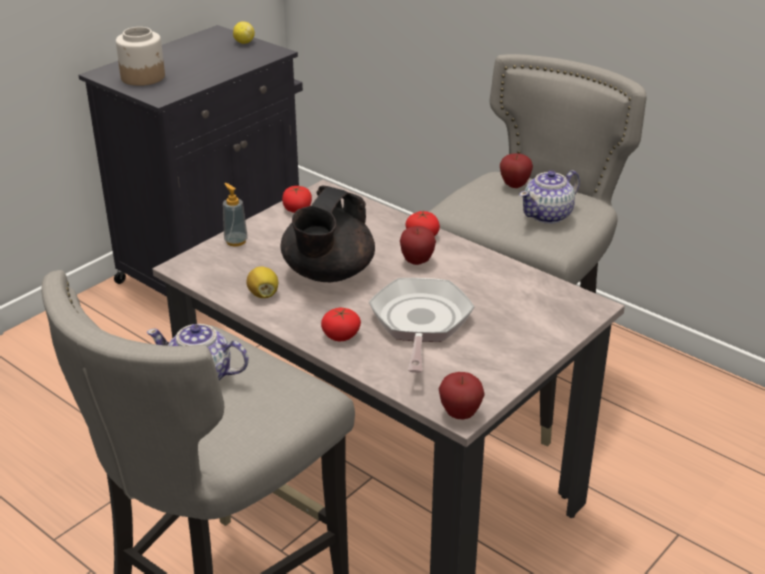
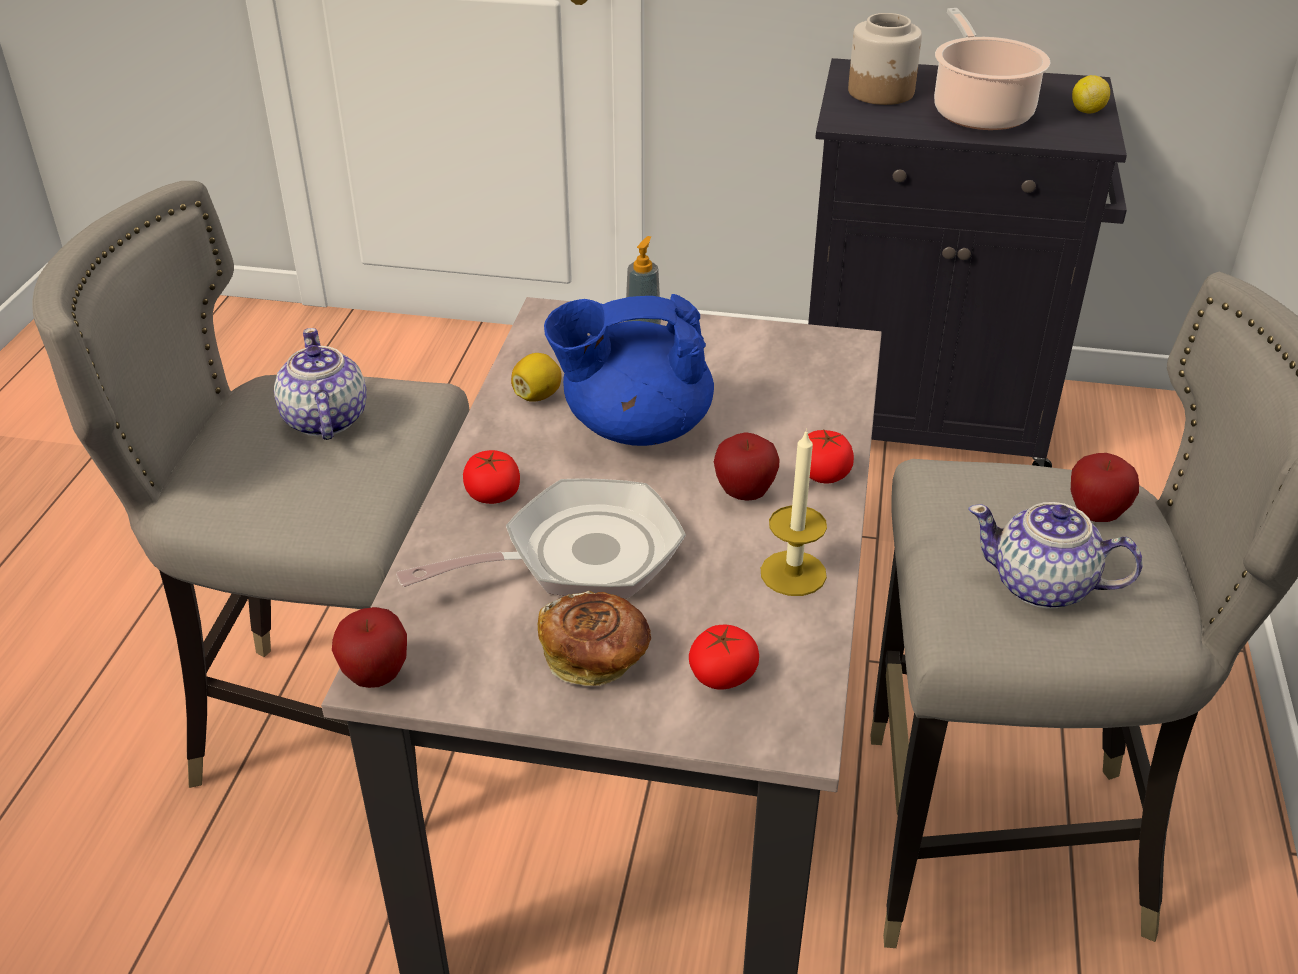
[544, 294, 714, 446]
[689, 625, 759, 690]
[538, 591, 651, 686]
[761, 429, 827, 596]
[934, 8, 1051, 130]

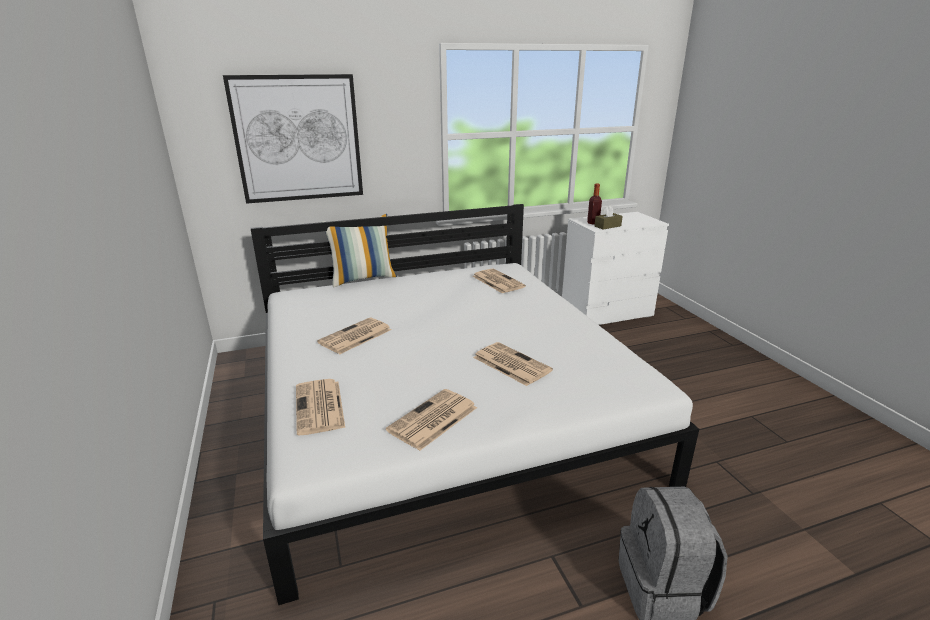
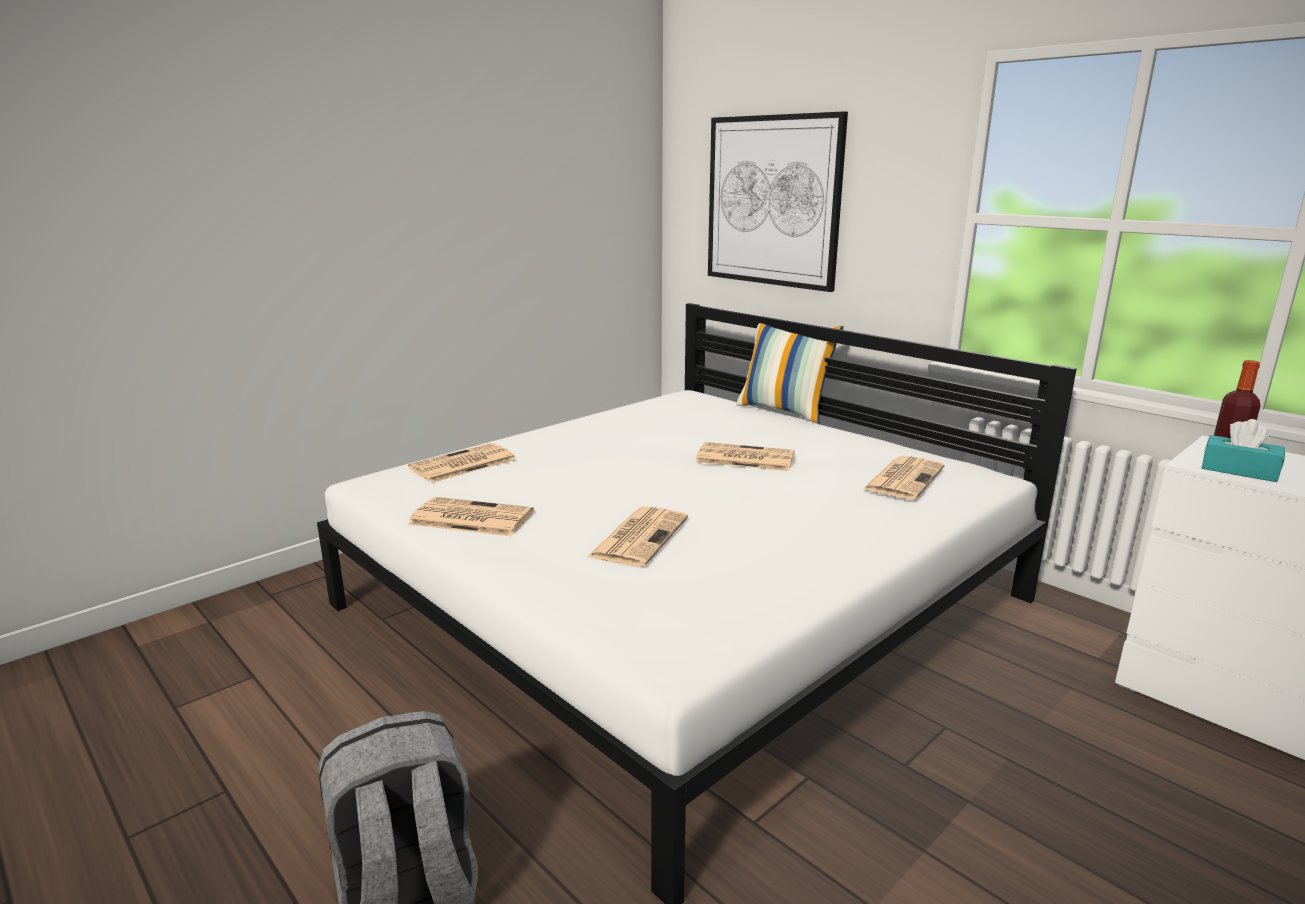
[695, 442, 795, 471]
[1202, 419, 1285, 482]

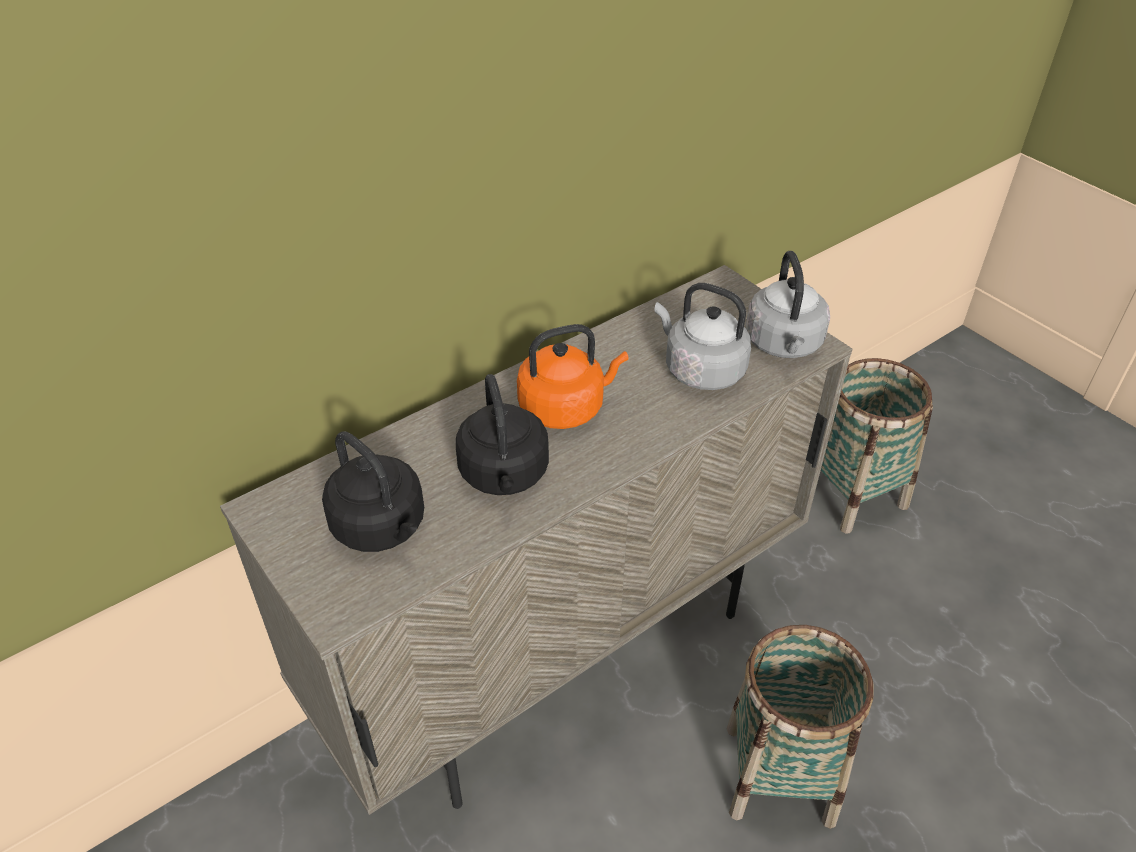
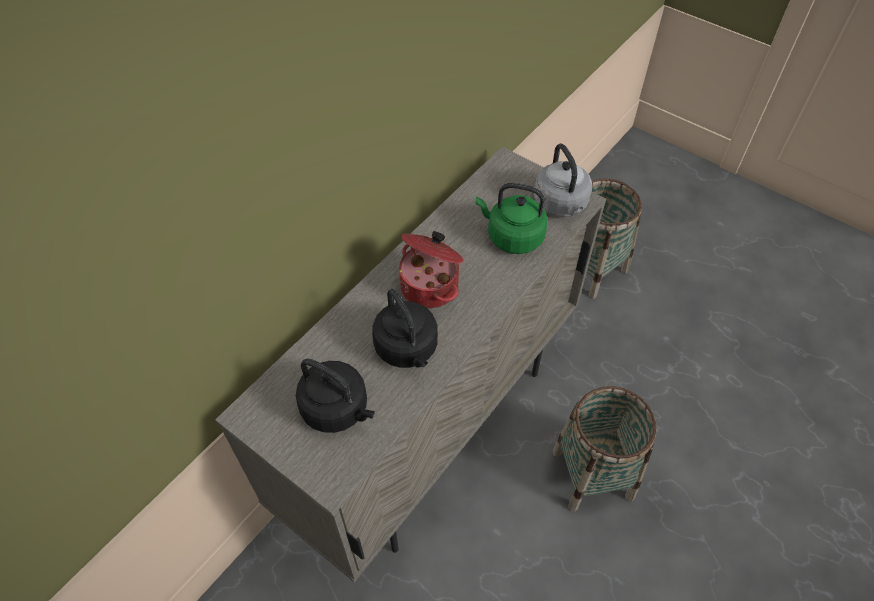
[399, 231, 464, 309]
[476, 183, 548, 254]

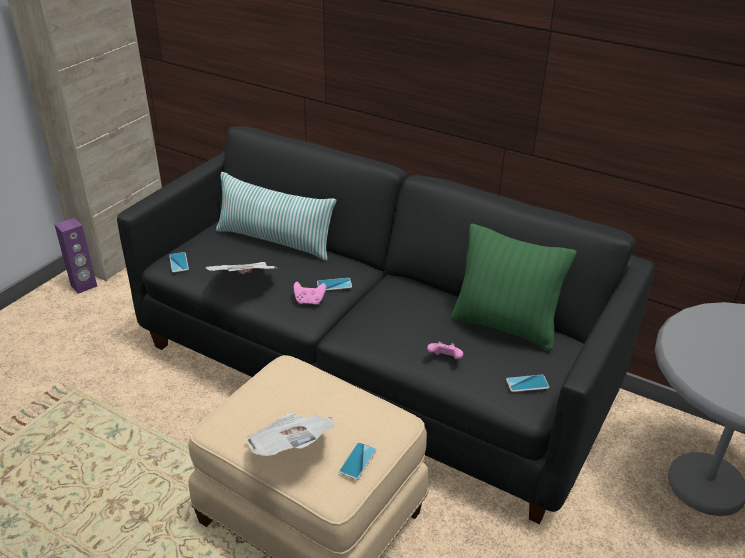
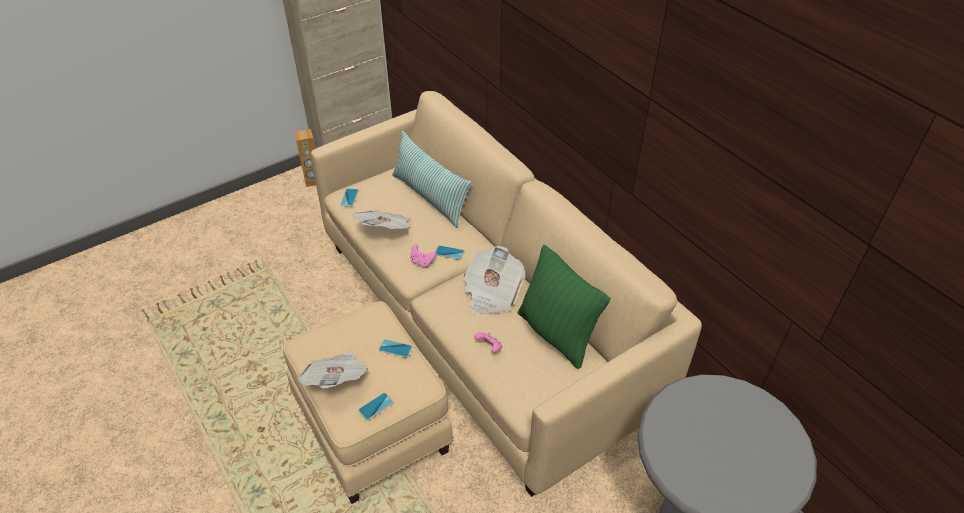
[295, 129, 316, 187]
[311, 91, 702, 497]
[379, 339, 412, 358]
[464, 246, 525, 315]

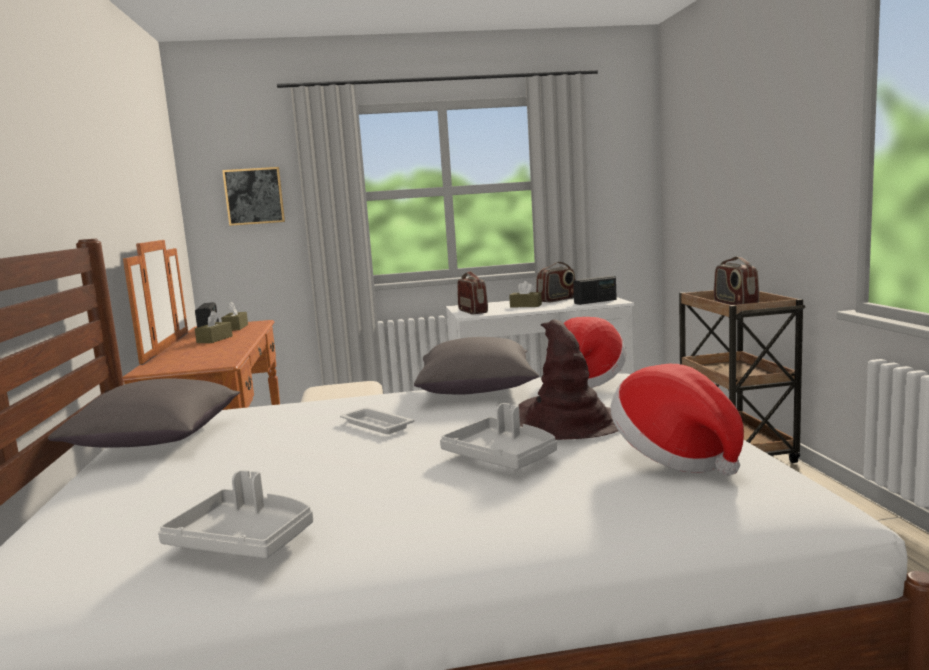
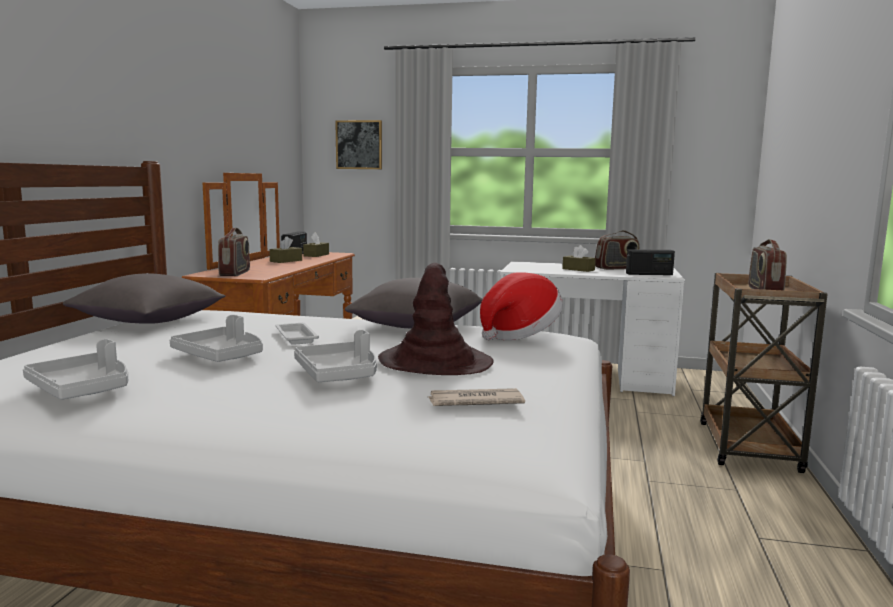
[218, 228, 250, 276]
[429, 388, 525, 406]
[170, 315, 263, 362]

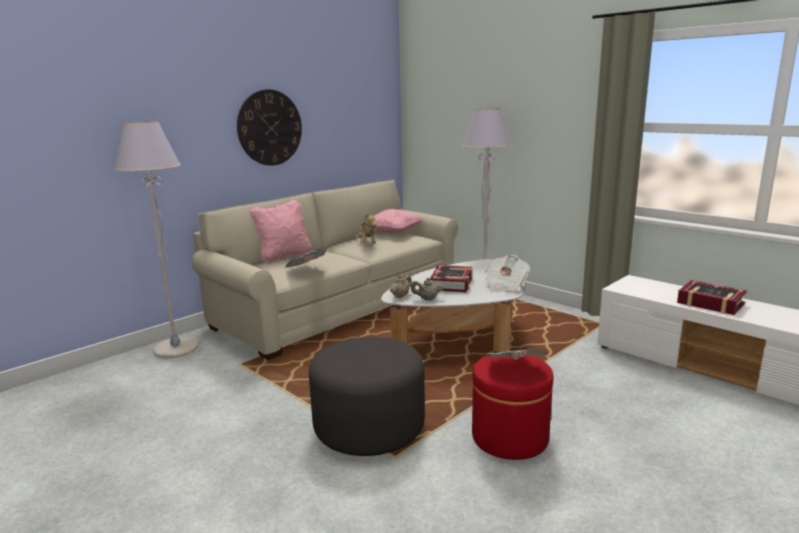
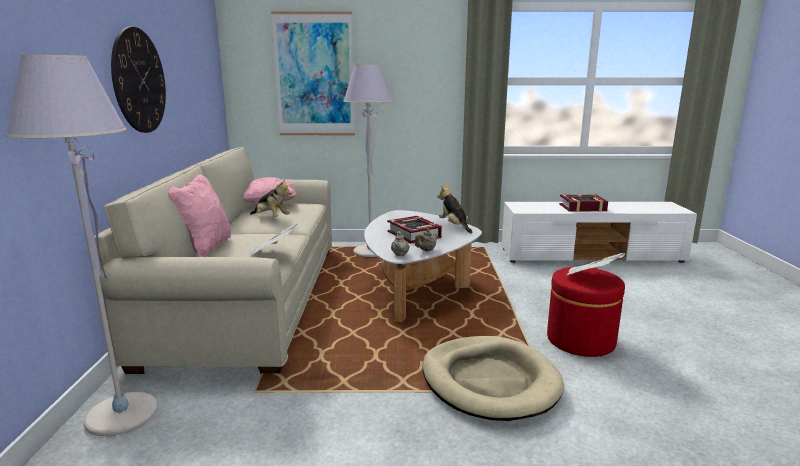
[422, 336, 564, 421]
[437, 184, 473, 234]
[271, 11, 355, 135]

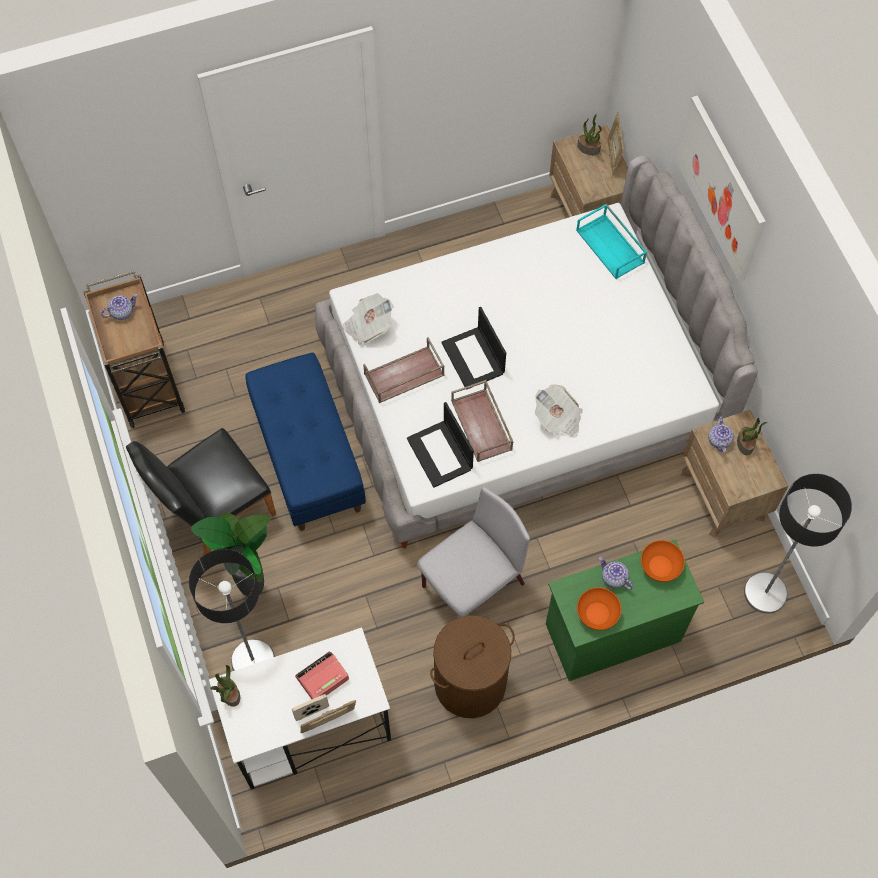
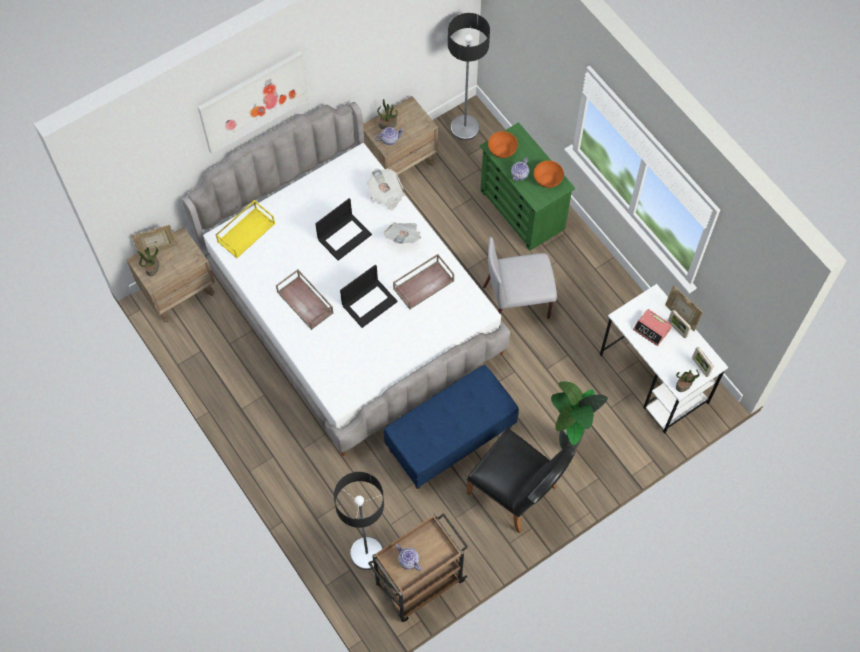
[334, 472, 384, 570]
[367, 168, 405, 210]
[276, 269, 334, 330]
[315, 198, 372, 261]
[483, 237, 557, 319]
[430, 615, 515, 718] (first image)
[216, 200, 275, 258]
[692, 347, 713, 377]

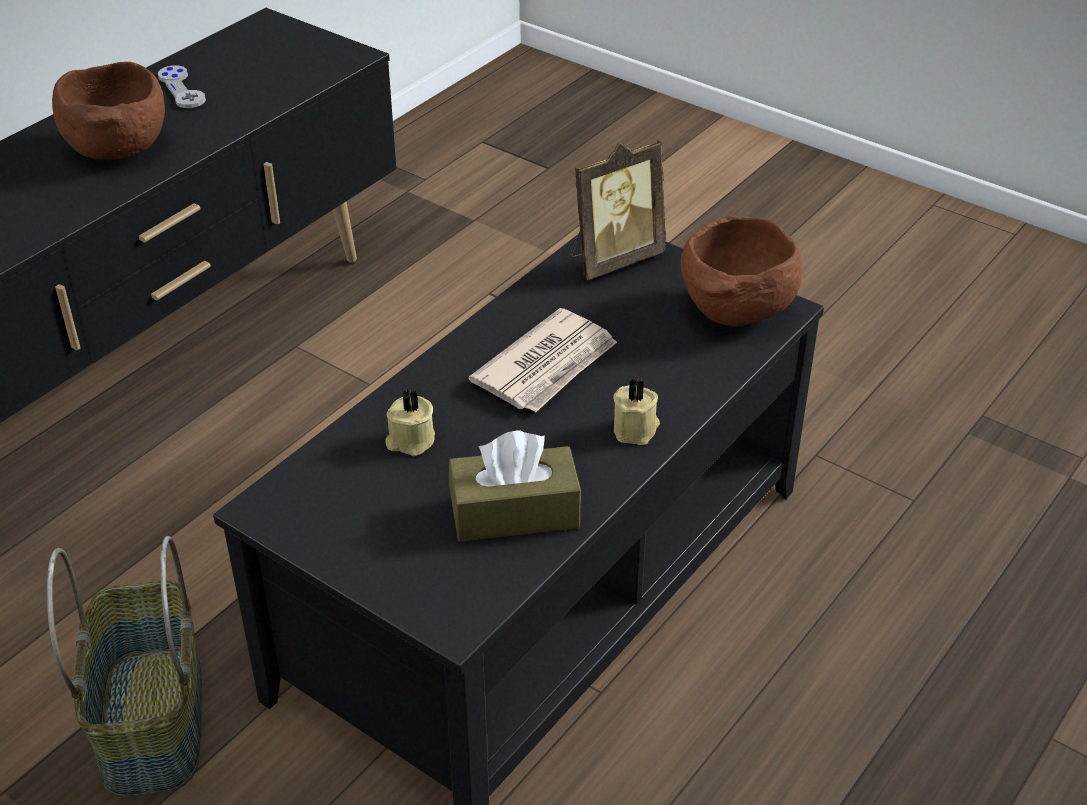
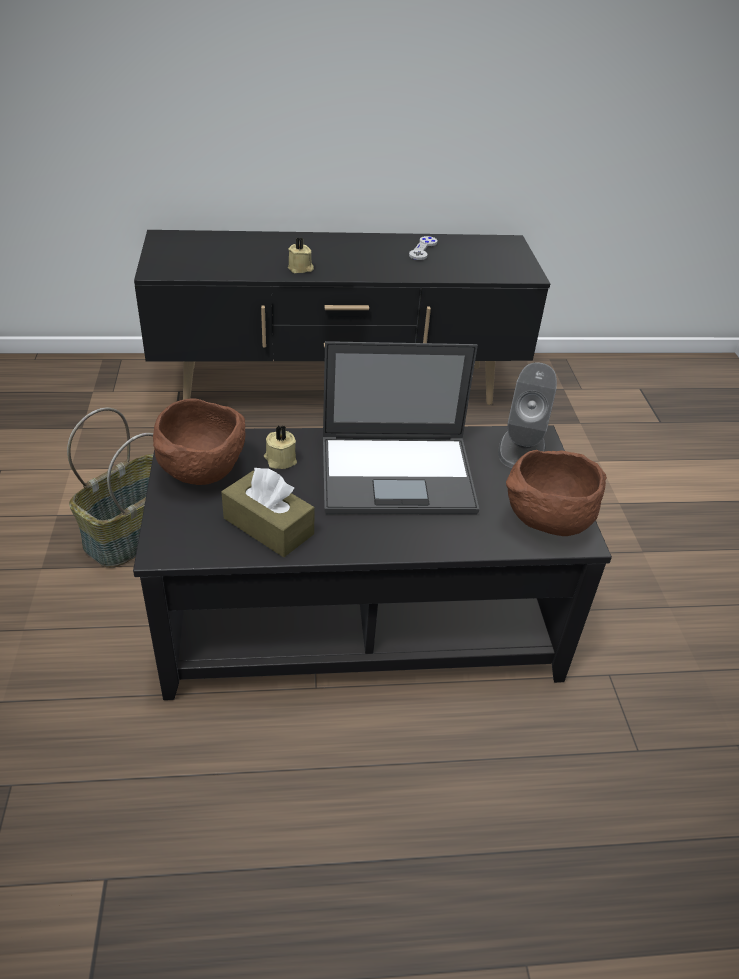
[153, 398, 245, 485]
[323, 341, 479, 514]
[498, 362, 557, 468]
[288, 237, 314, 273]

